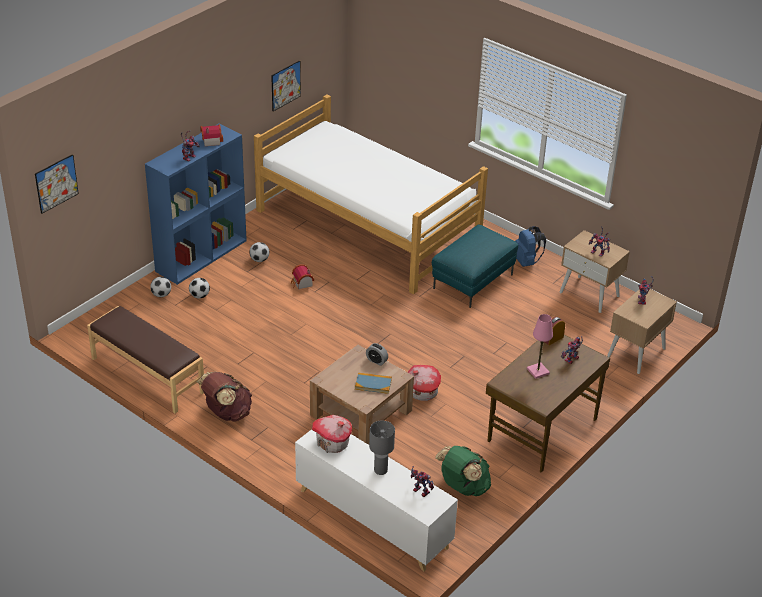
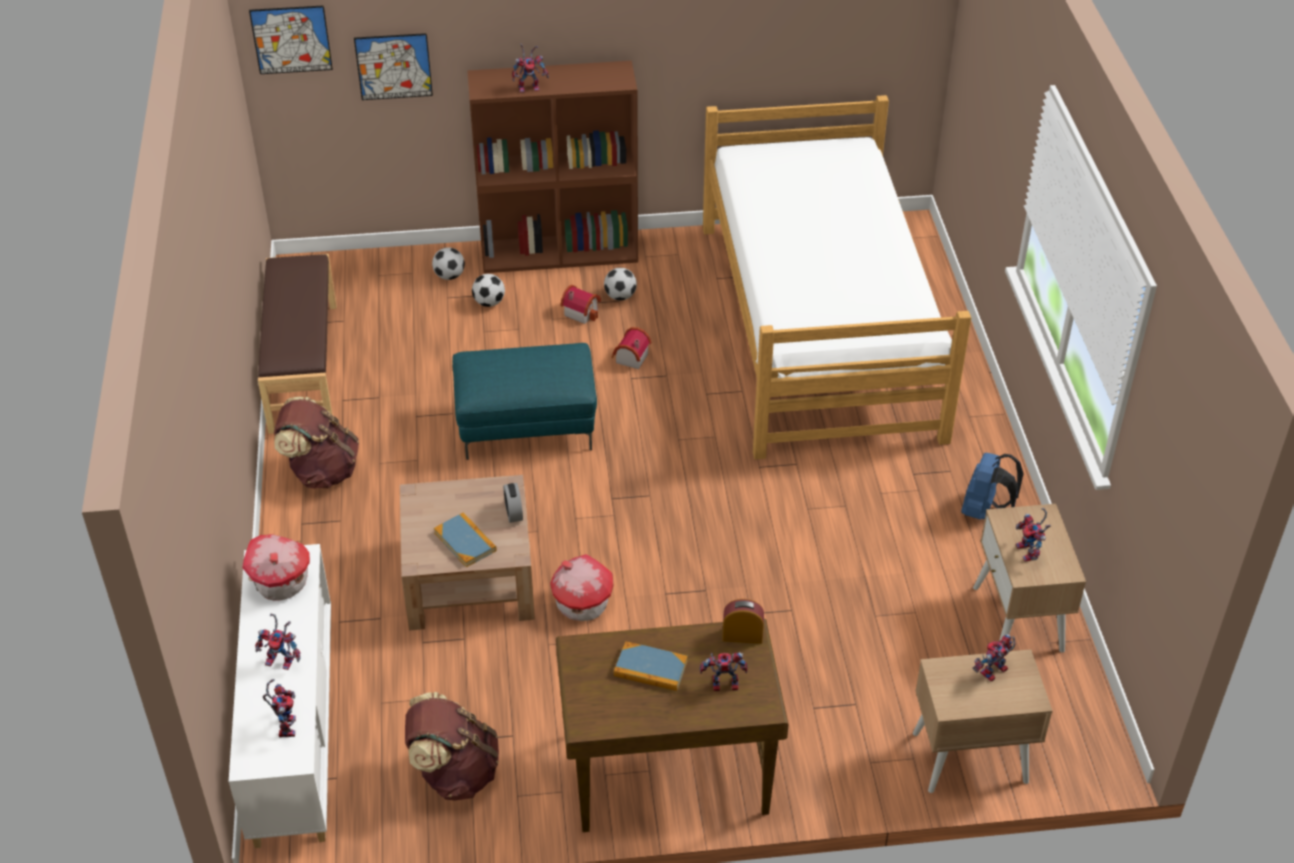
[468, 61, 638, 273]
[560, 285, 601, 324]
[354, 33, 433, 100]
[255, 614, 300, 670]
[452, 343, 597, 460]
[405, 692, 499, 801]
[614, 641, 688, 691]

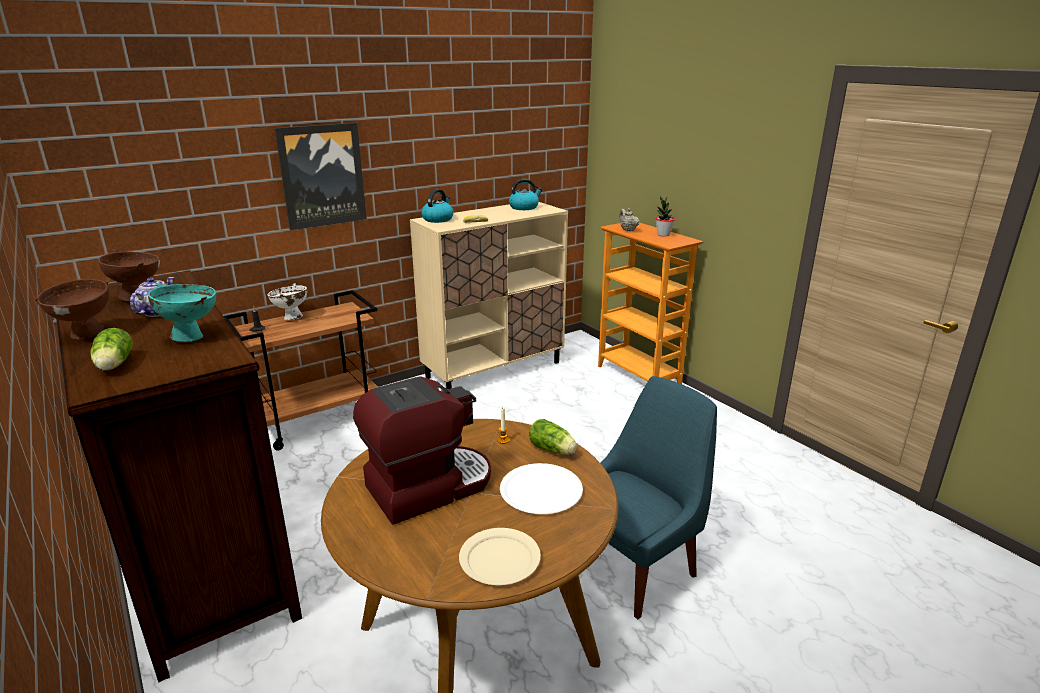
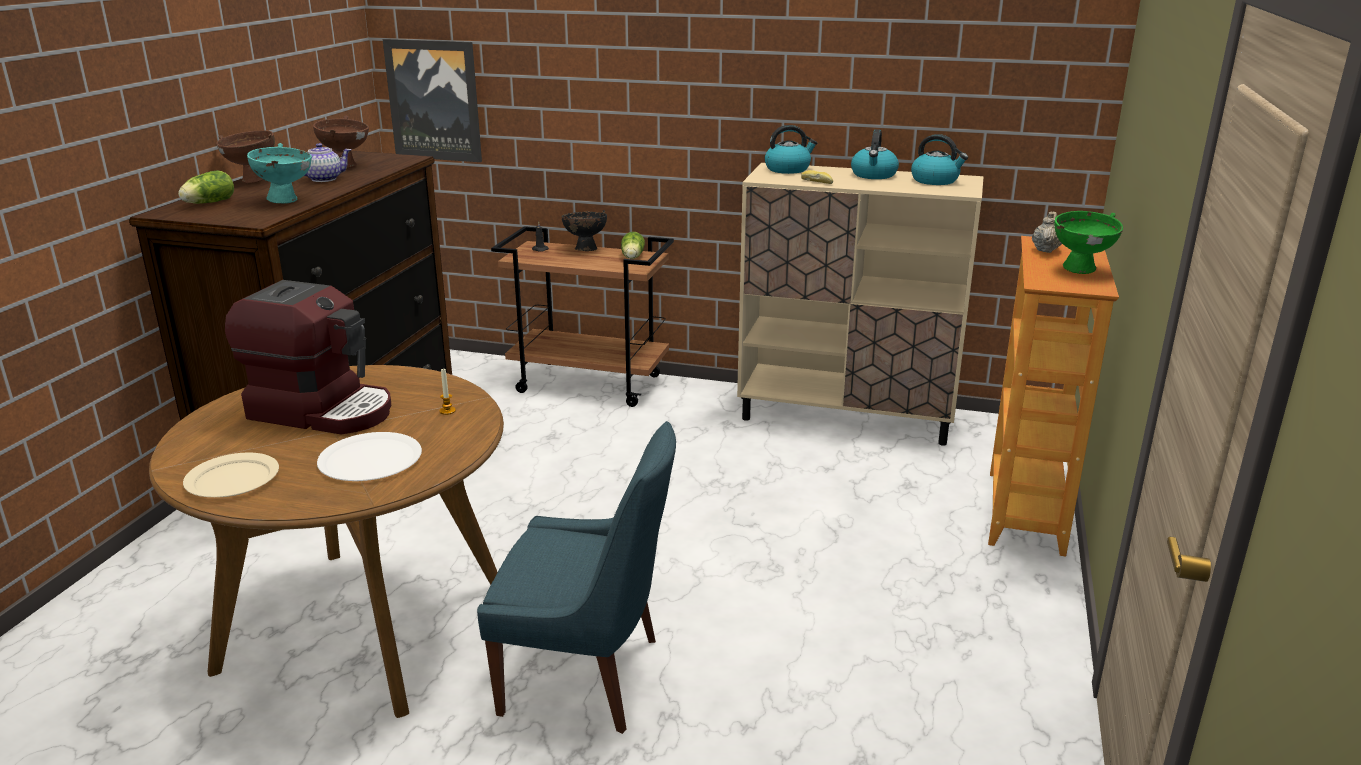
[561, 210, 607, 251]
[383, 39, 482, 162]
[621, 232, 645, 259]
[1054, 211, 1123, 274]
[851, 129, 899, 179]

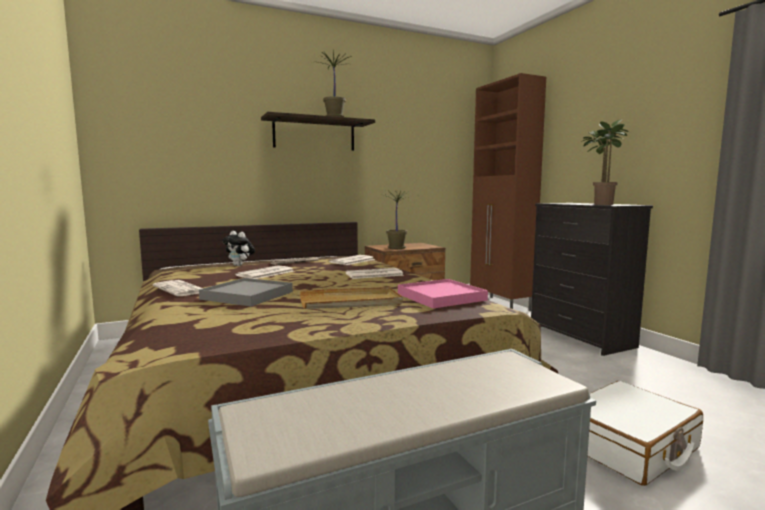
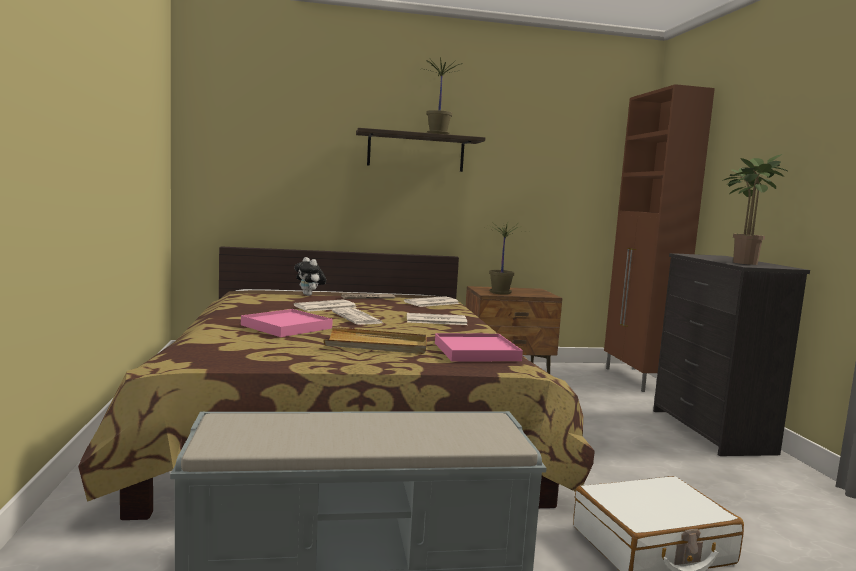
[332, 308, 383, 325]
[241, 309, 333, 337]

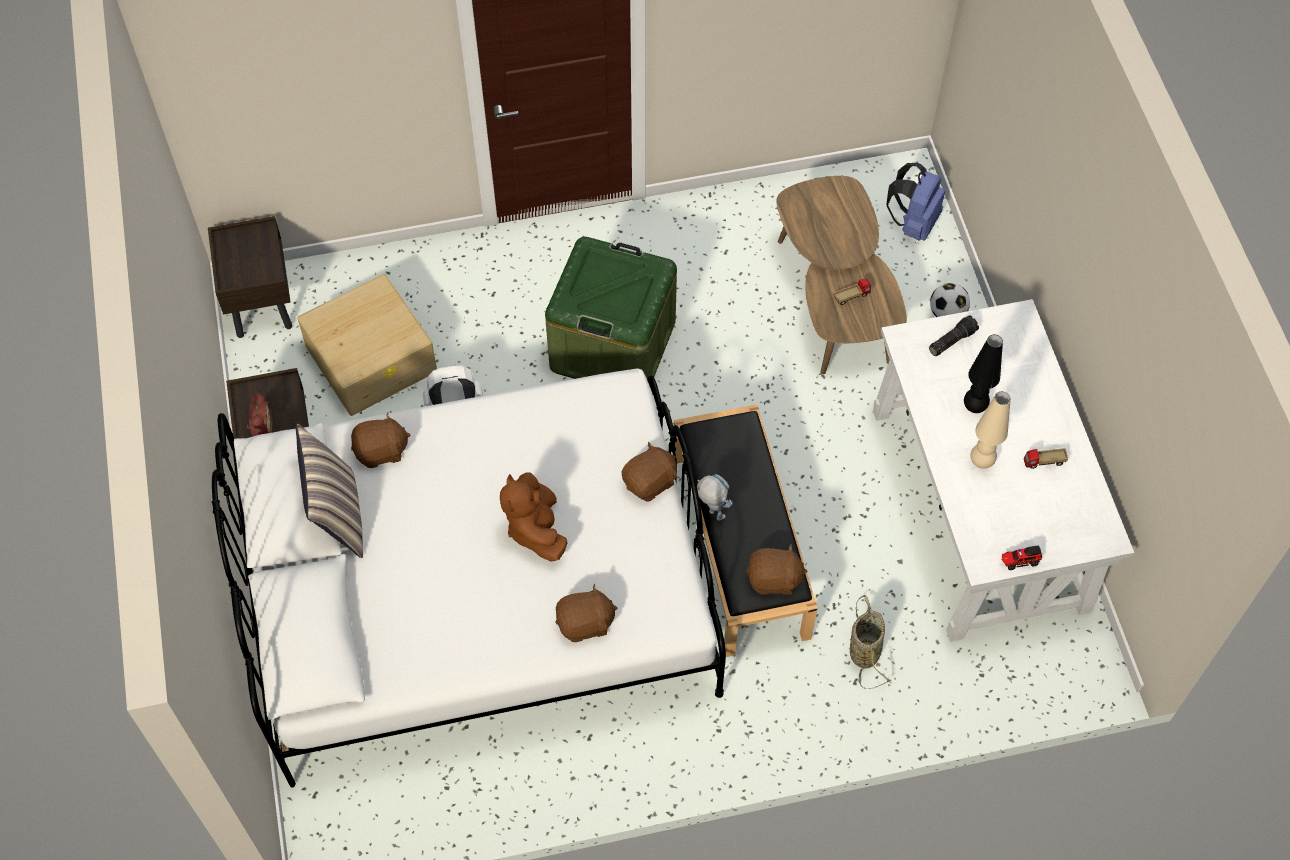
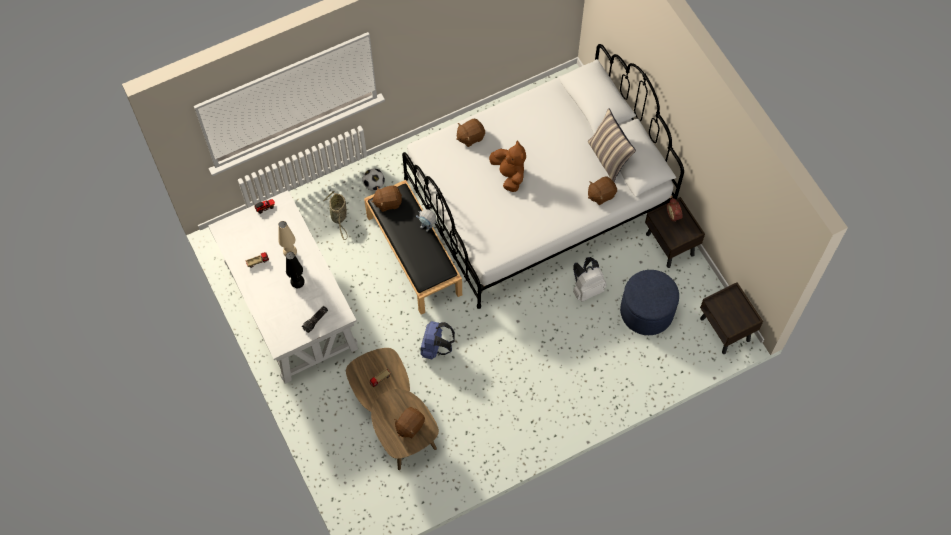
[620, 270, 679, 335]
[545, 237, 677, 379] (first image)
[394, 407, 425, 438]
[421, 321, 455, 359]
[362, 169, 385, 191]

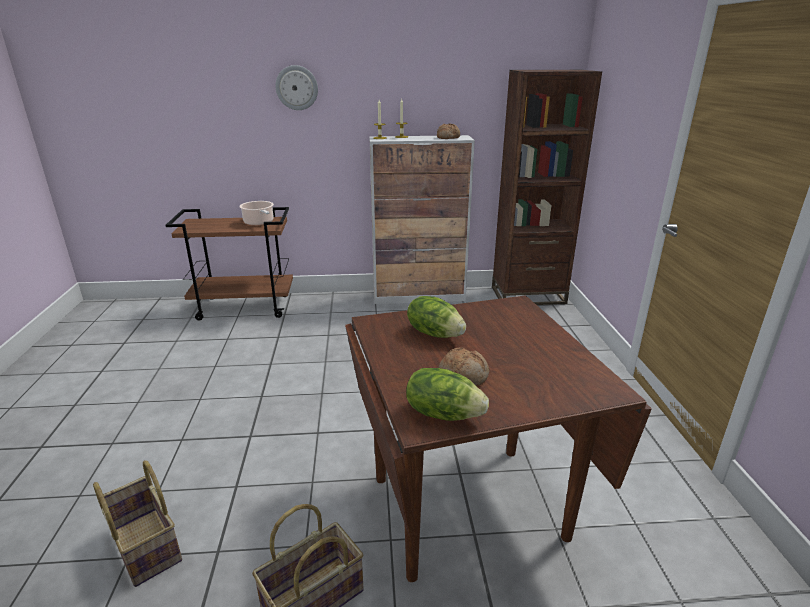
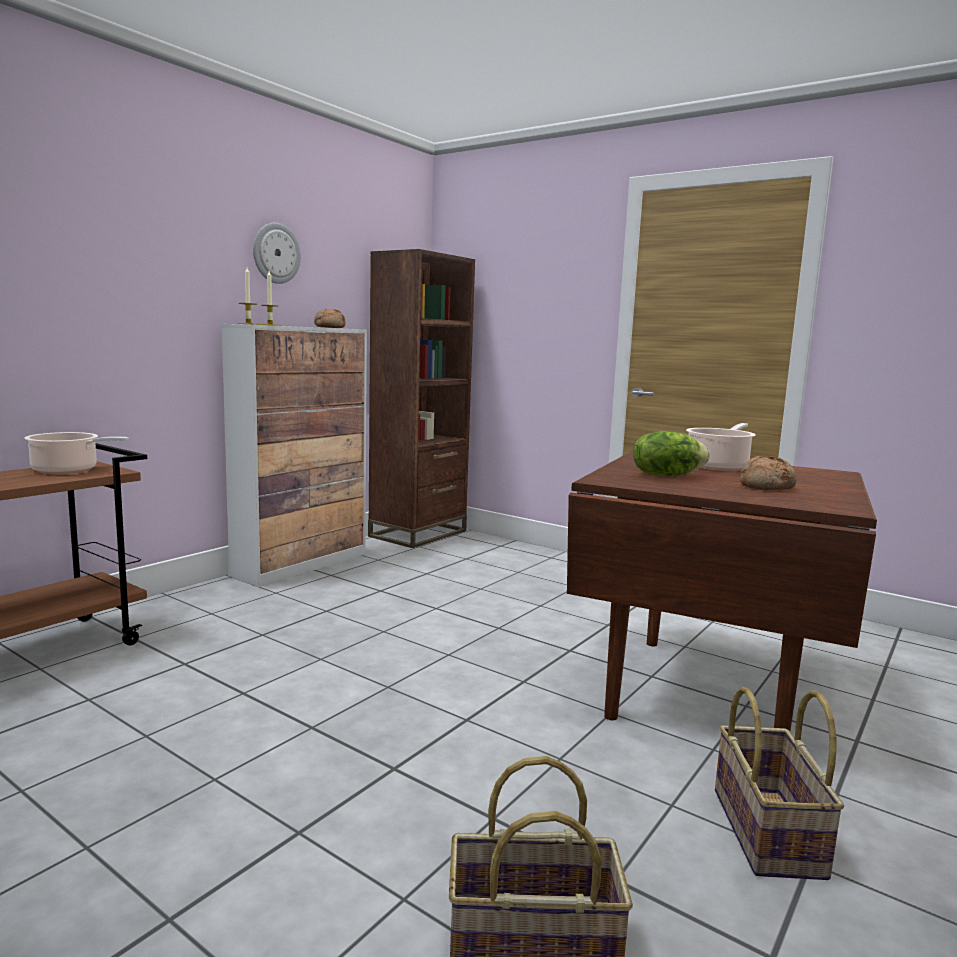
[253, 223, 301, 284]
[406, 368, 489, 421] (first image)
[686, 423, 756, 471]

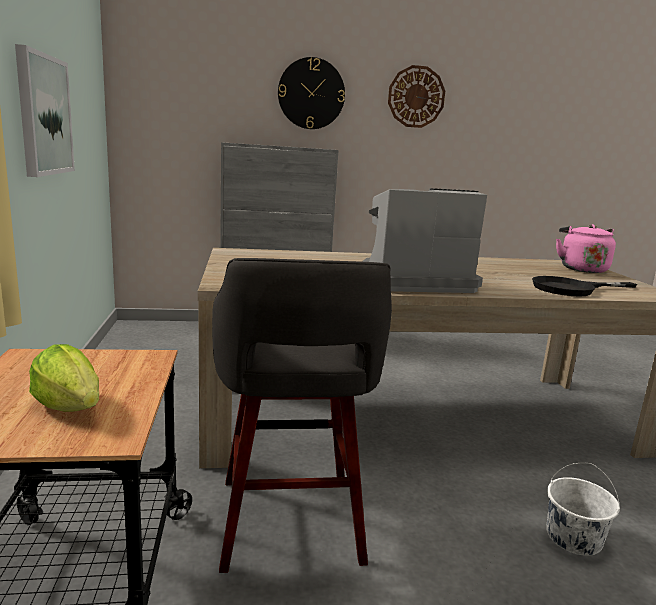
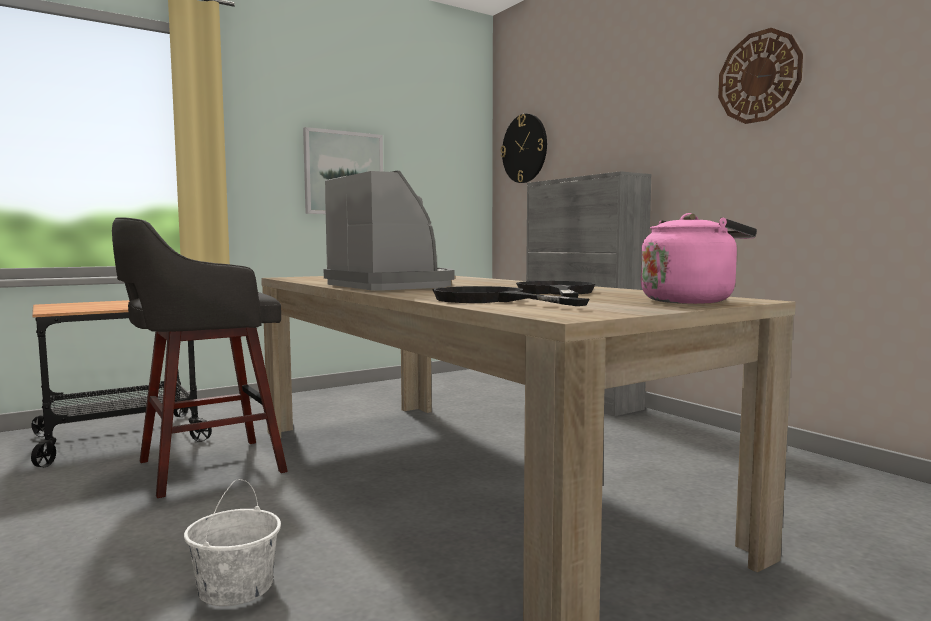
[29, 344, 99, 412] (first image)
[501, 114, 547, 183]
[516, 281, 595, 298]

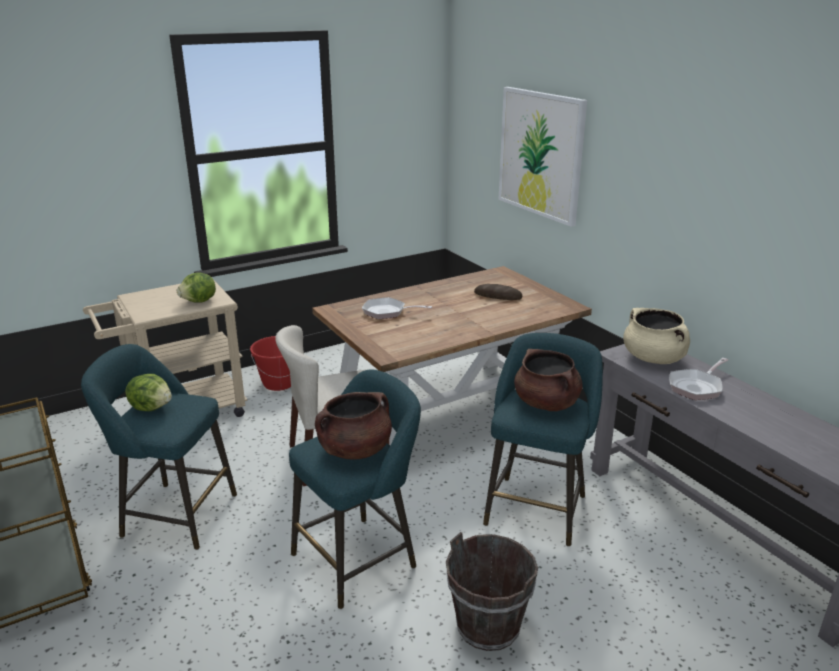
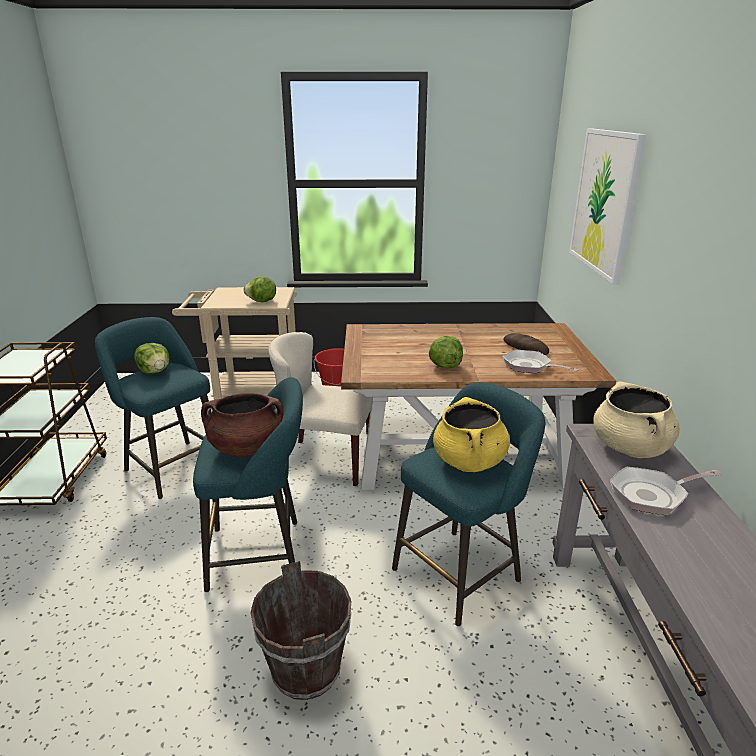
[502, 350, 578, 373]
[433, 397, 510, 472]
[429, 336, 463, 368]

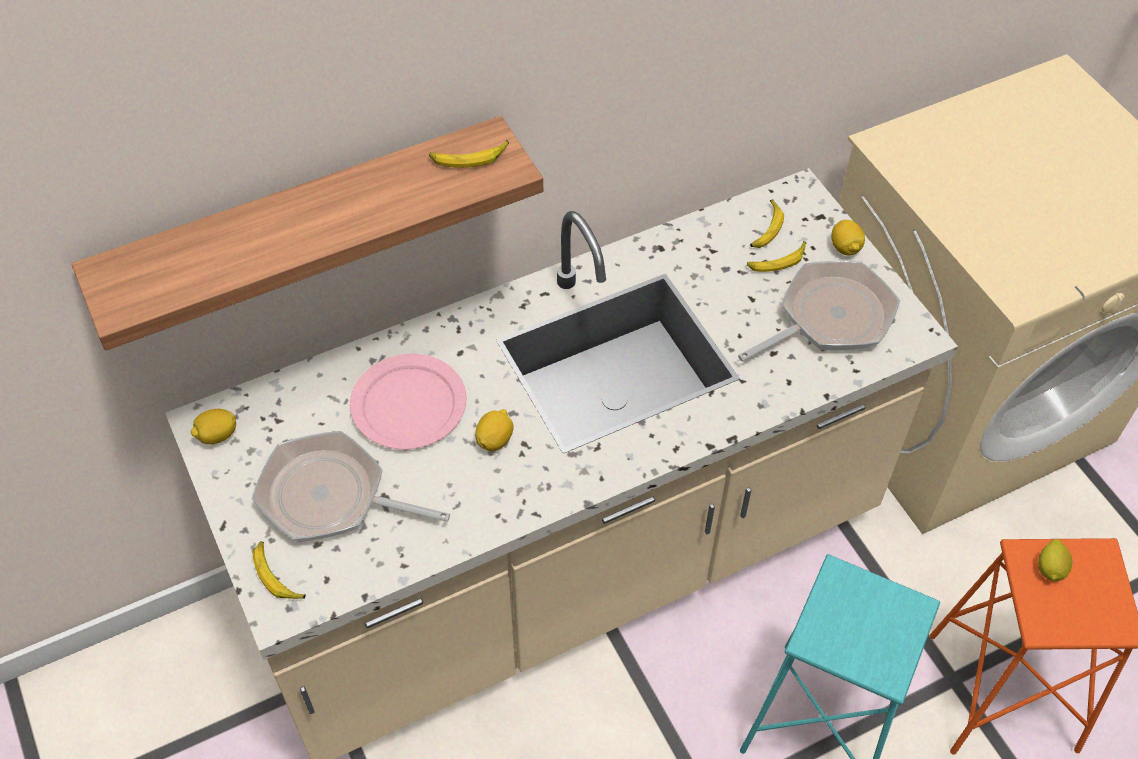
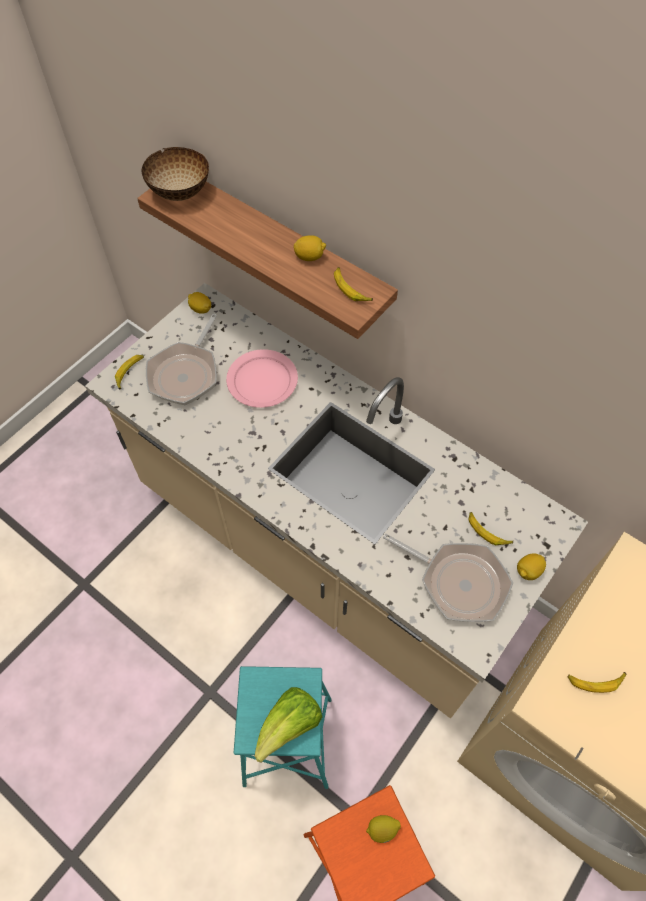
[146, 314, 217, 406]
[293, 235, 326, 261]
[568, 672, 627, 693]
[141, 147, 209, 201]
[255, 687, 322, 763]

